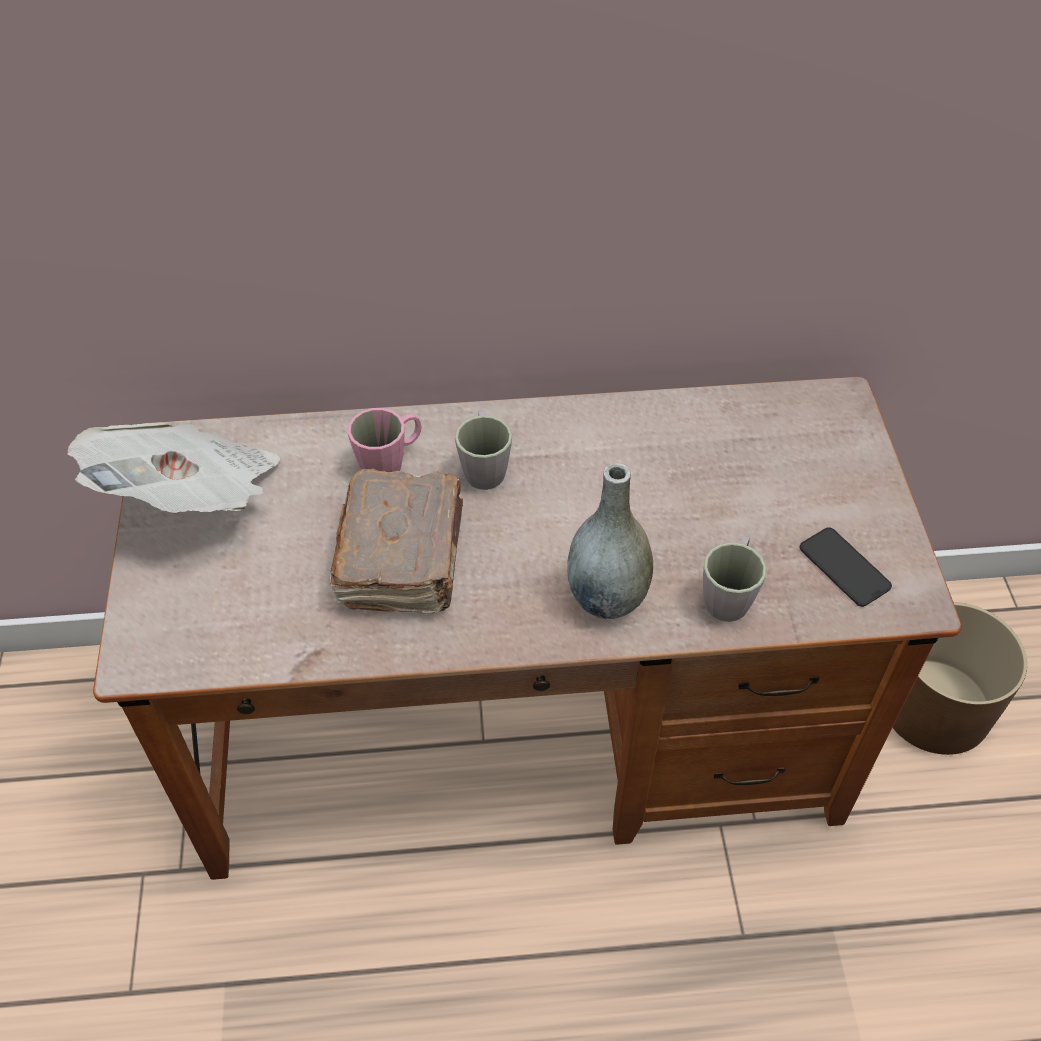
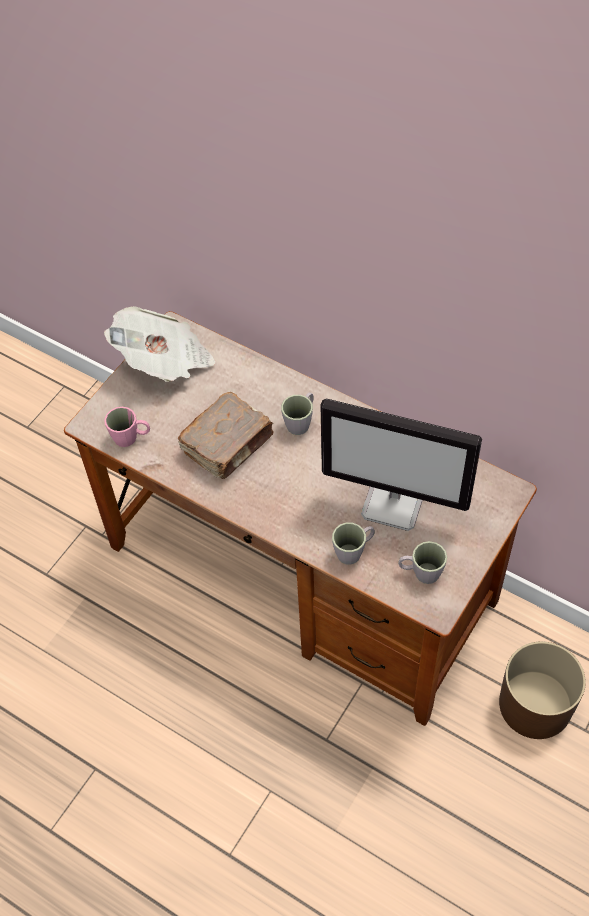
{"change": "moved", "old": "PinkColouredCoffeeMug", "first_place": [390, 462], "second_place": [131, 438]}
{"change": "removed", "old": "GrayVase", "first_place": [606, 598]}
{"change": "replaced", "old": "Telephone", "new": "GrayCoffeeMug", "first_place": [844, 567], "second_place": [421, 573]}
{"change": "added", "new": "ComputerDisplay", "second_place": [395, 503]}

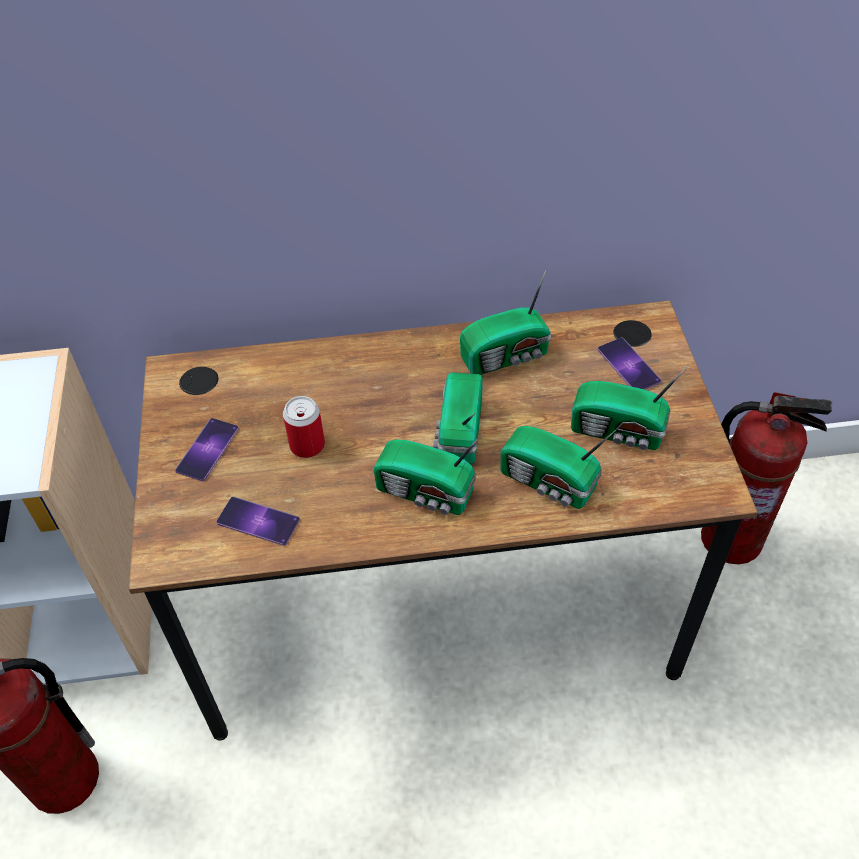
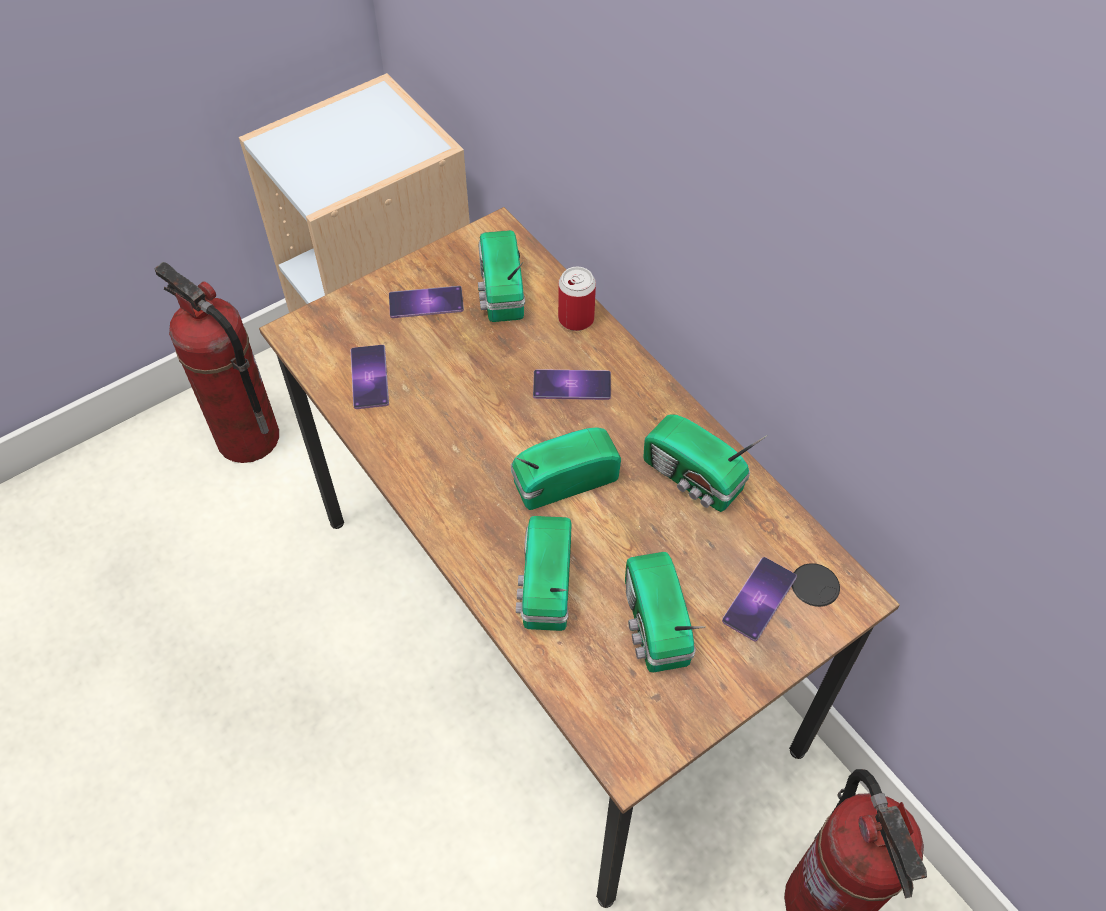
{"change": "moved", "old": "MetalCan", "first_place": [307, 445], "second_place": [576, 318]}
{"change": "moved", "old": "RadioSet", "first_place": [426, 493], "second_place": [500, 292]}
{"change": "added", "new": "Telephone", "second_place": [572, 385]}

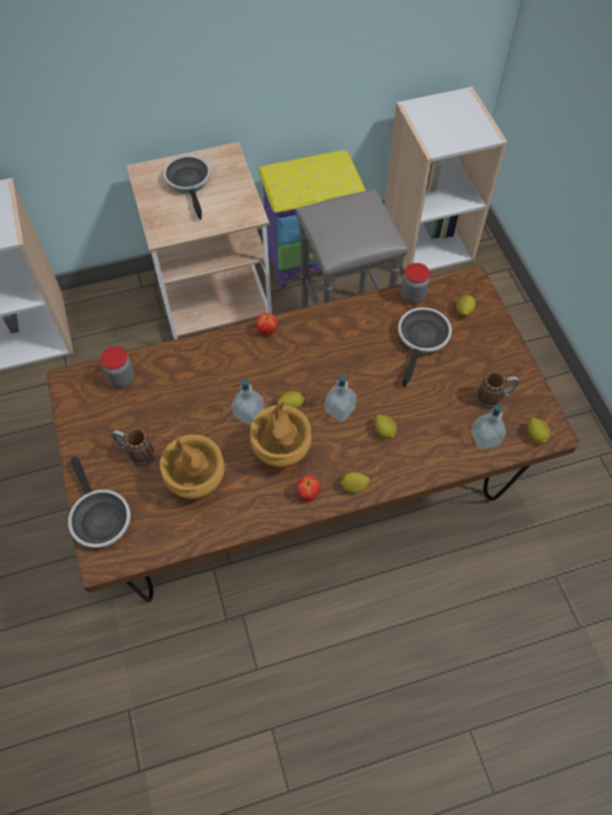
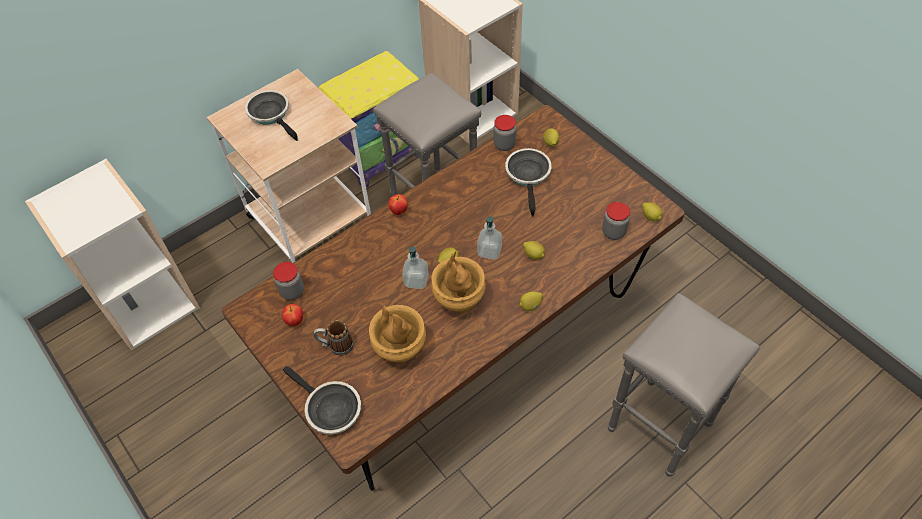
{"change": "moved", "old": "Apple", "first_place": [308, 494], "second_place": [295, 321]}
{"change": "replaced", "old": "SoapBottle", "new": "StorageJar", "first_place": [485, 438], "second_place": [613, 232]}
{"change": "removed", "old": "CoffeeMug", "first_place": [493, 398]}
{"change": "added", "new": "GrayStool", "second_place": [660, 428]}

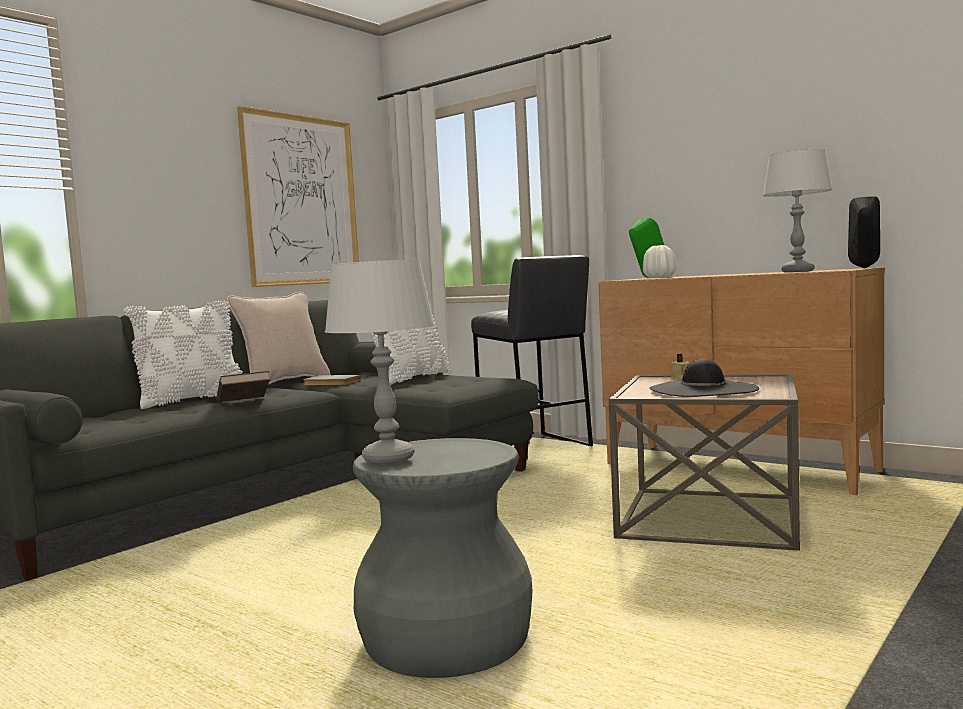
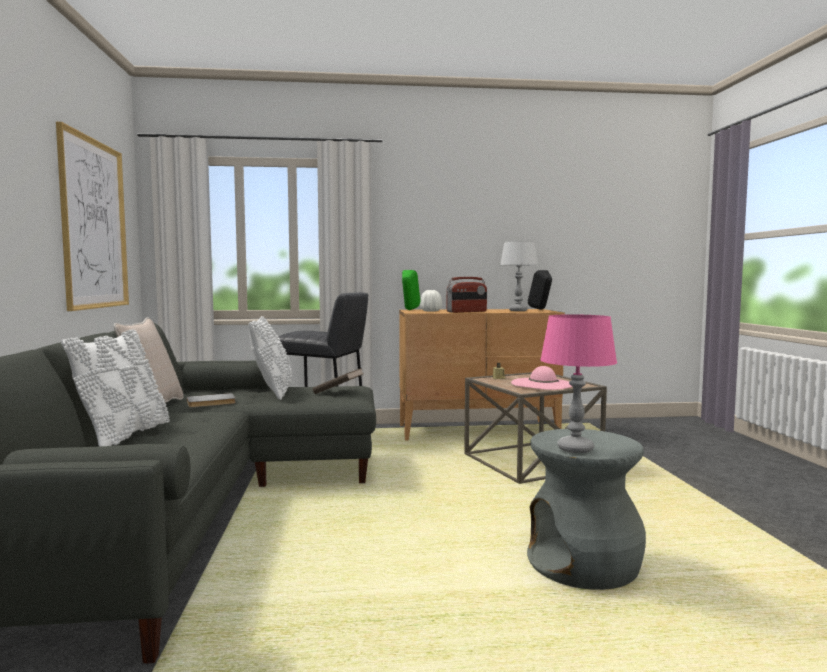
{"change": "moved", "old": "BrownishBook", "first_place": [243, 402], "second_place": [338, 392]}
{"change": "recoloured", "old": "GrayTabletopLamp", "new": "PinkColouredTabletopLamp", "first_place": [388, 458], "second_place": [575, 449]}
{"change": "recoloured", "old": "BlackClothingHat", "new": "PinkColouredClothingHat", "first_place": [703, 389], "second_place": [542, 384]}
{"change": "added", "new": "RadioSet", "second_place": [467, 312]}

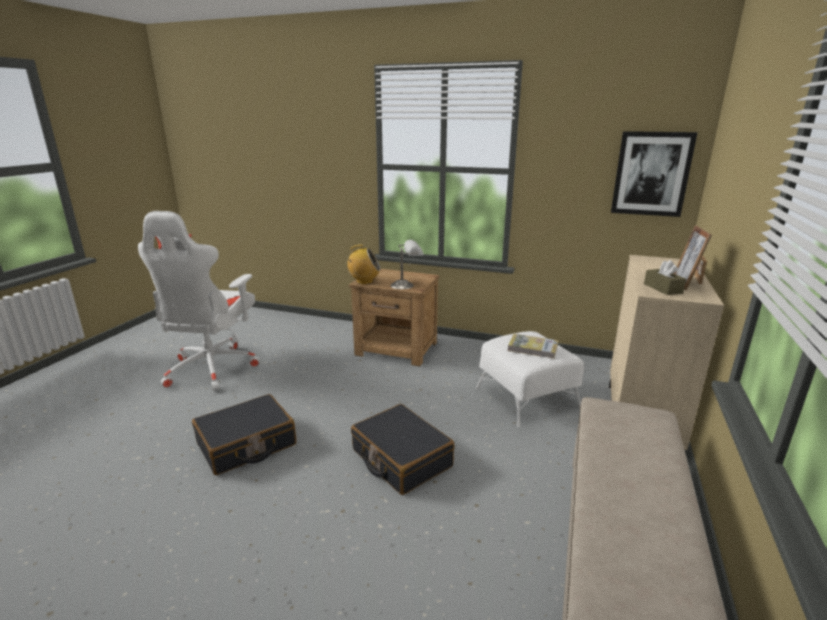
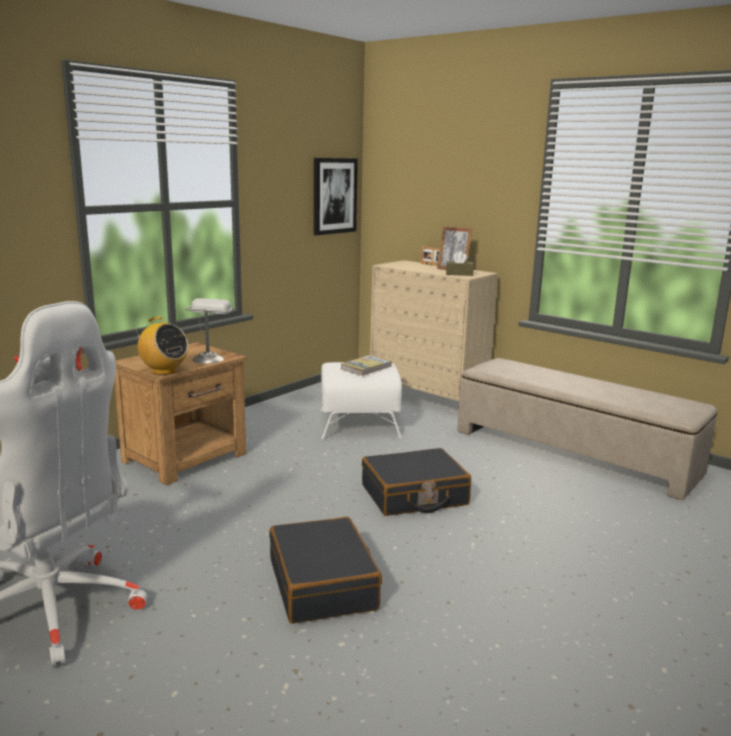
{"change": "turned", "old": "RadioSet", "first_place": [364, 282], "second_place": [164, 371], "degrees": 105}

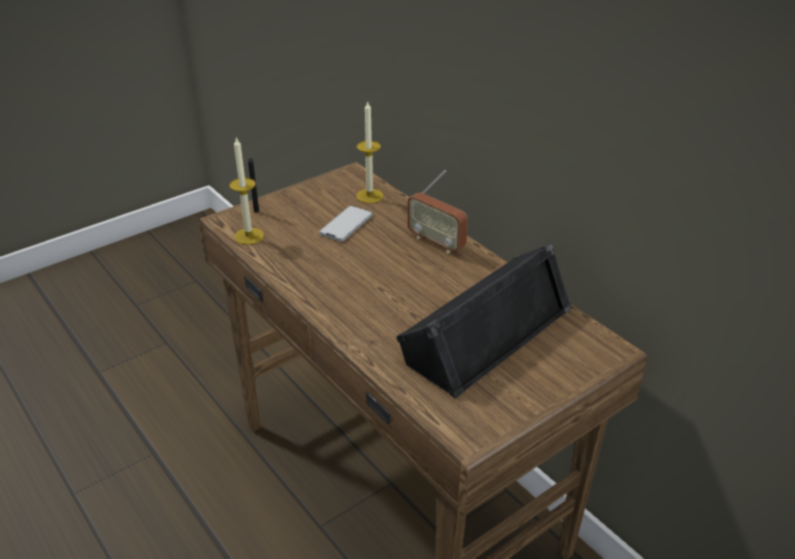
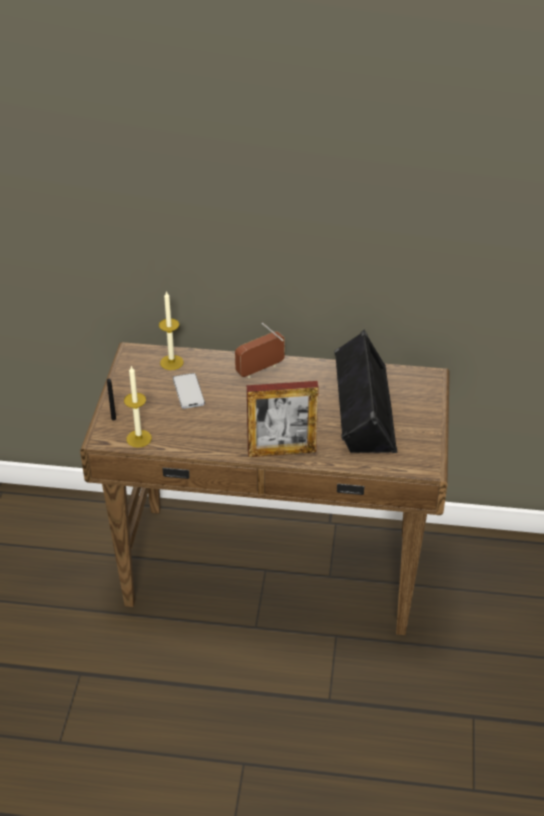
{"change": "turned", "old": "RadioSet", "first_place": [436, 242], "second_place": [260, 370], "degrees": 150}
{"change": "added", "new": "StandingFrame", "second_place": [282, 451]}

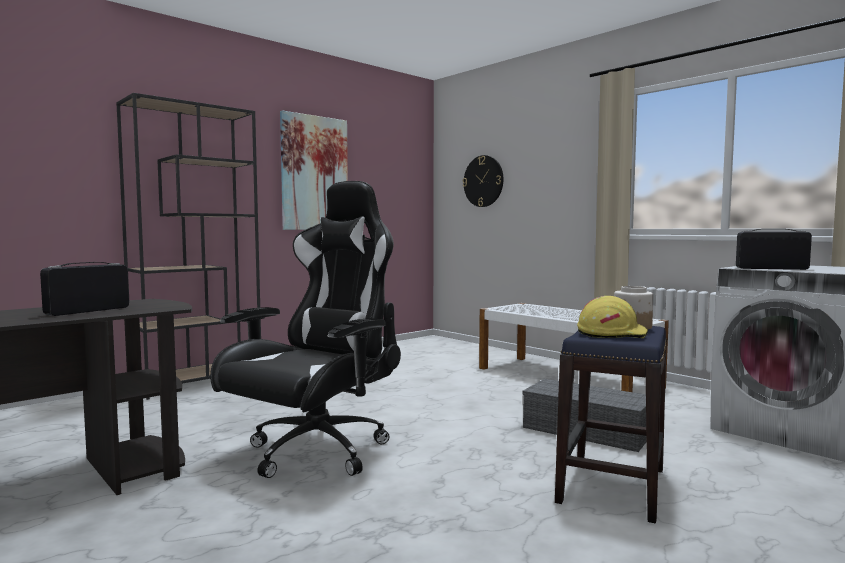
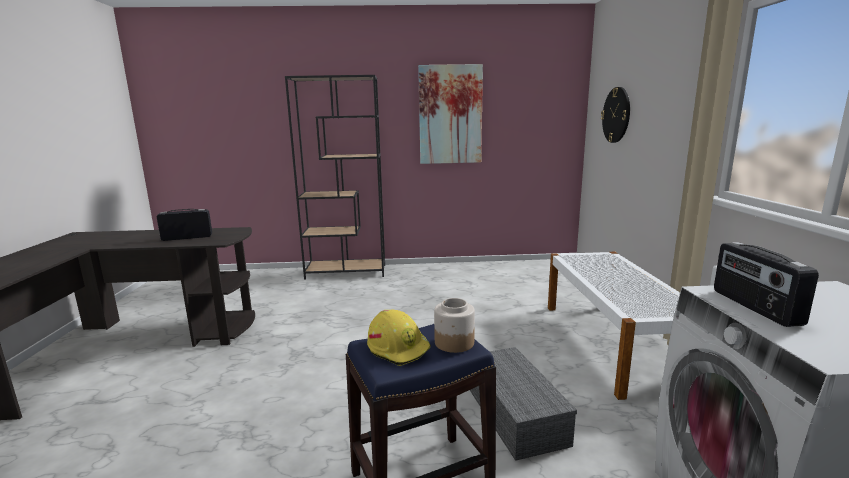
{"change": "removed", "old": "BlackComputerChair", "first_place": [312, 455]}
{"change": "turned", "old": "RadioSet", "first_place": [771, 268], "second_place": [754, 307], "degrees": -150}

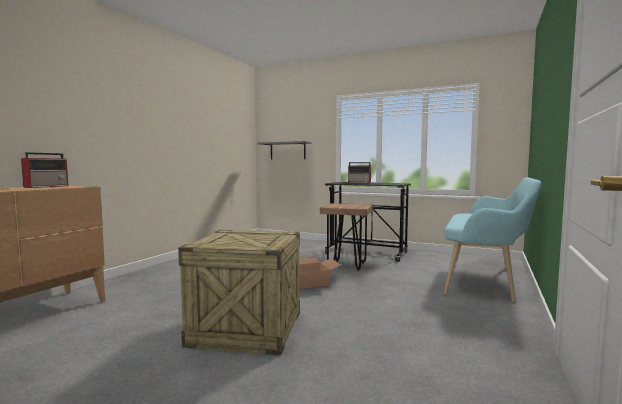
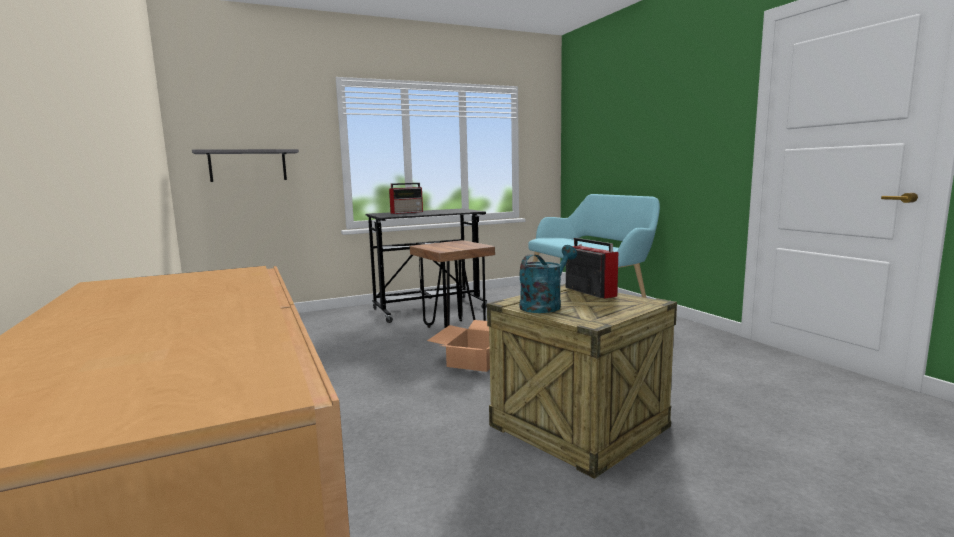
{"change": "moved", "old": "RadioSet", "first_place": [47, 186], "second_place": [589, 291]}
{"change": "added", "new": "TurquoiseWateringCan", "second_place": [544, 305]}

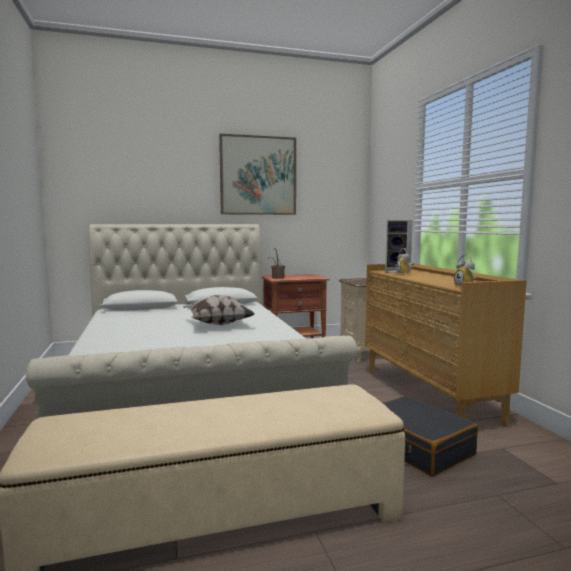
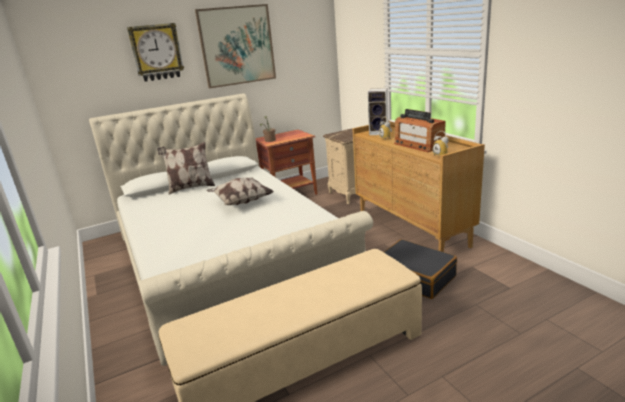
{"change": "added", "new": "ClockOnTheWall", "second_place": [156, 52]}
{"change": "added", "new": "ThrowPillow", "second_place": [190, 188]}
{"change": "added", "new": "RadioSet", "second_place": [418, 145]}

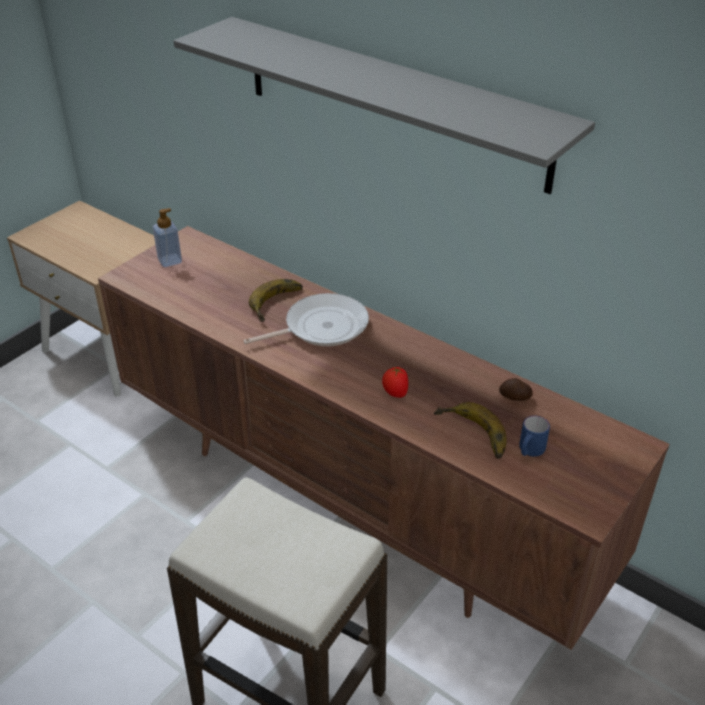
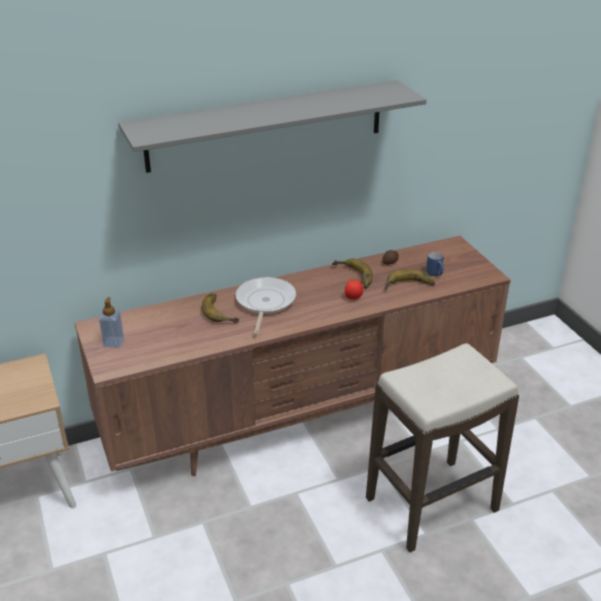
{"change": "added", "new": "WholeBanana", "second_place": [352, 277]}

